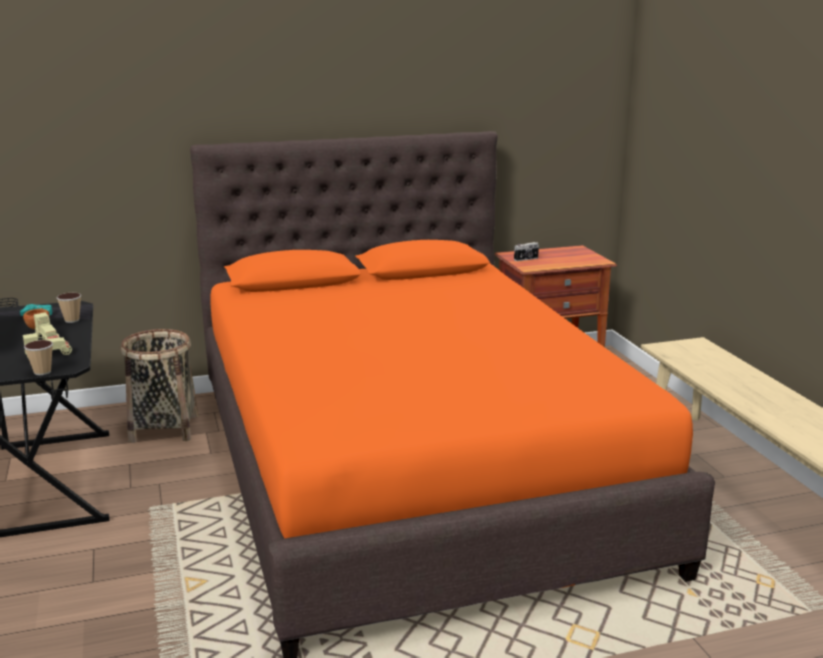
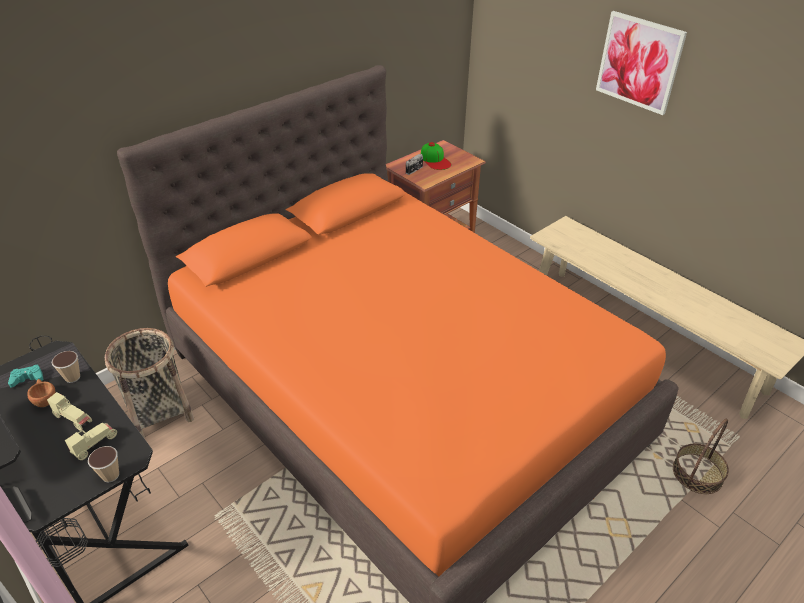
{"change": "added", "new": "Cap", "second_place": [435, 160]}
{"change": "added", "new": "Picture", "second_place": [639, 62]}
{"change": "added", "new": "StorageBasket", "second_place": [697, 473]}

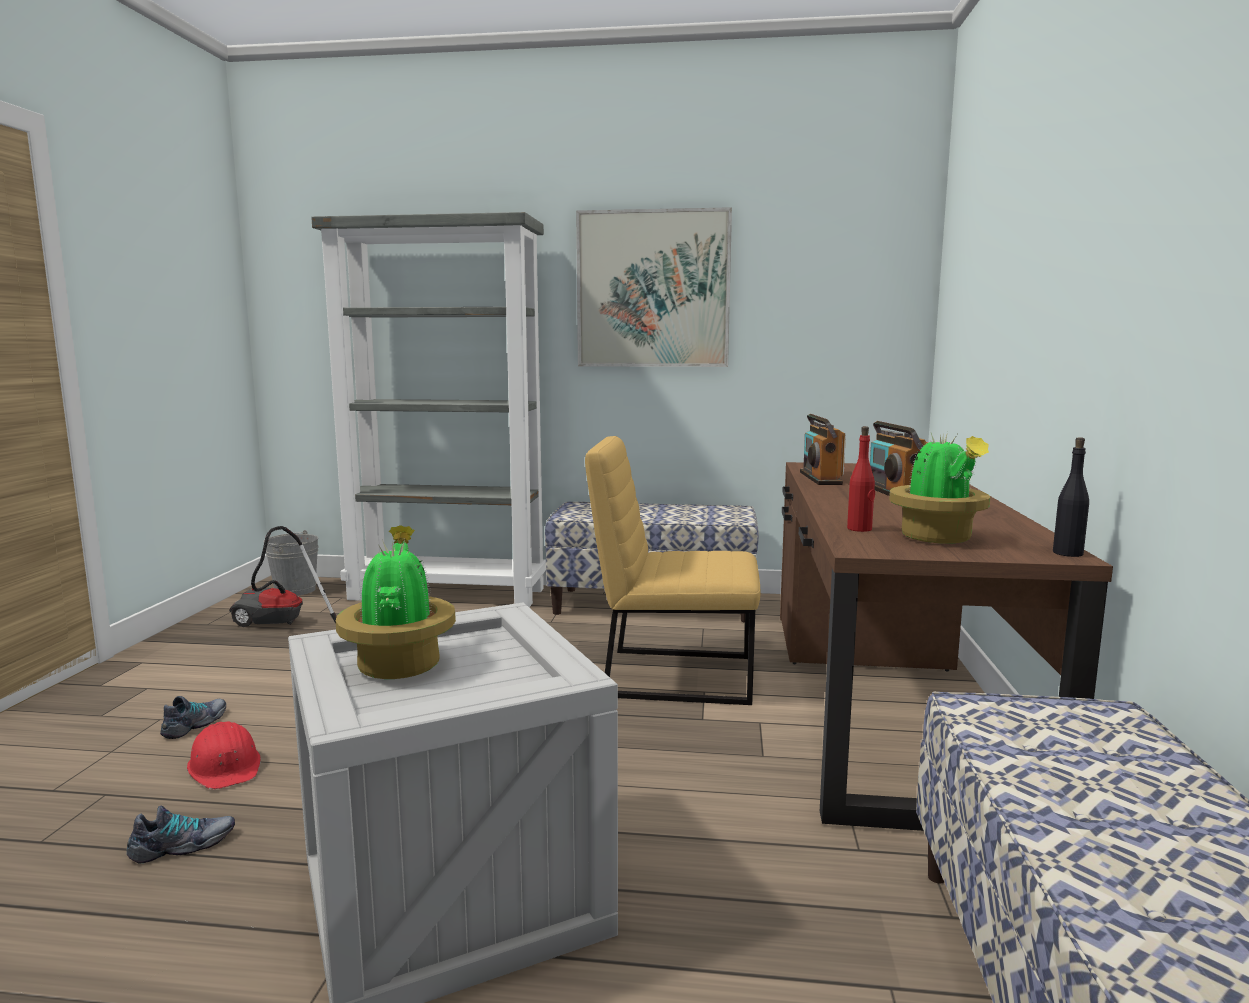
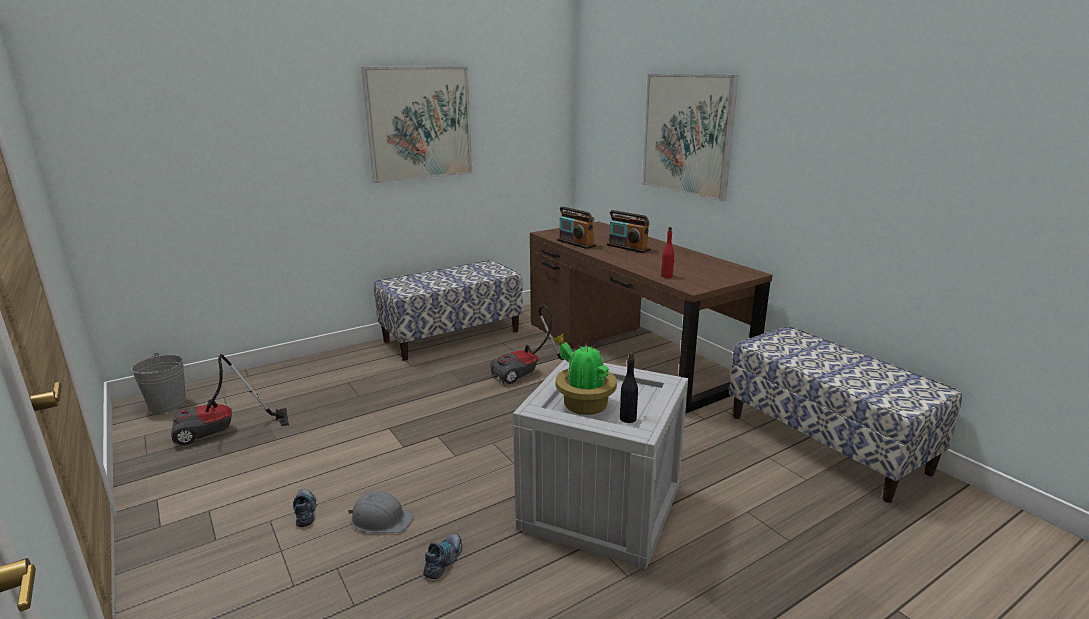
{"change": "recoloured", "old": "RedColouredSafetyHelmet", "new": "GraySafetyHelmet", "first_place": [225, 766], "second_place": [381, 519]}
{"change": "removed", "old": "GrayBookcase", "first_place": [449, 593]}
{"change": "replaced", "old": "YellowishUprightChair", "new": "Vacuum", "first_place": [673, 675], "second_place": [529, 373]}
{"change": "removed", "old": "PlantInAPot", "first_place": [937, 539]}
{"change": "moved", "old": "BlackDrinkBottle", "first_place": [1067, 553], "second_place": [627, 418]}
{"change": "added", "new": "Picture", "second_place": [687, 135]}

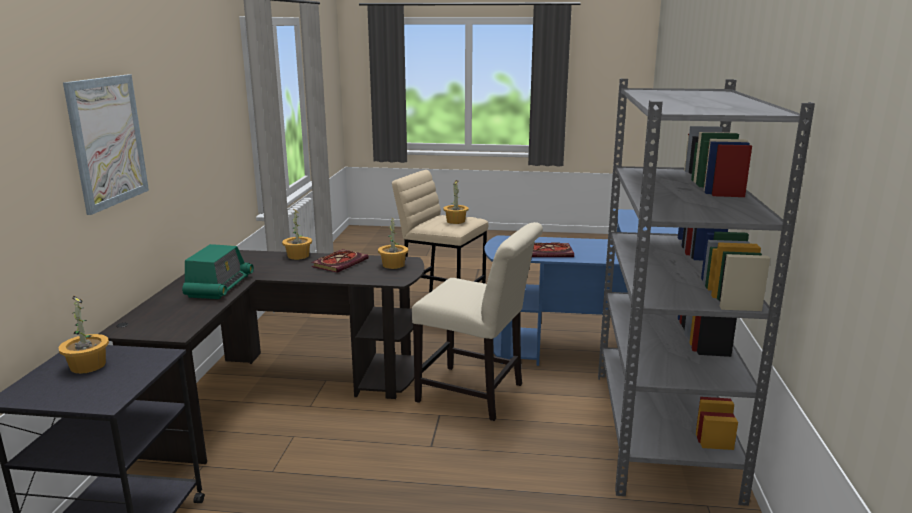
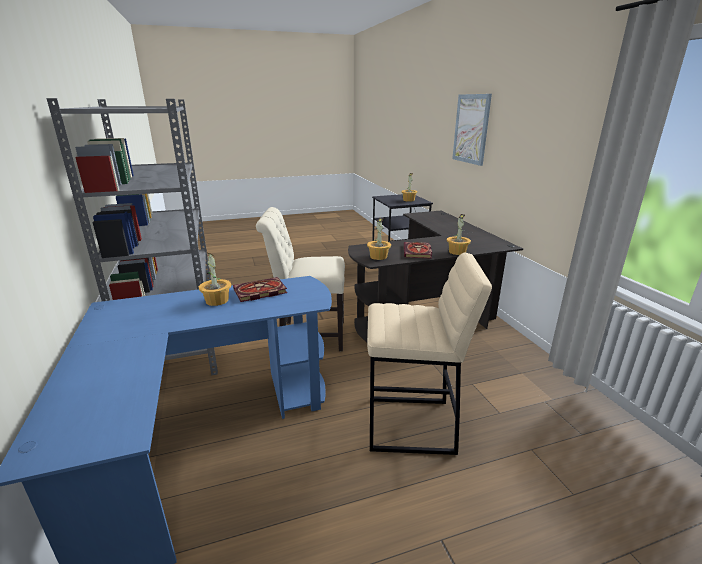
{"change": "removed", "old": "RadioSet", "first_place": [219, 286]}
{"change": "moved", "old": "PlantInAPot", "first_place": [456, 221], "second_place": [216, 301]}

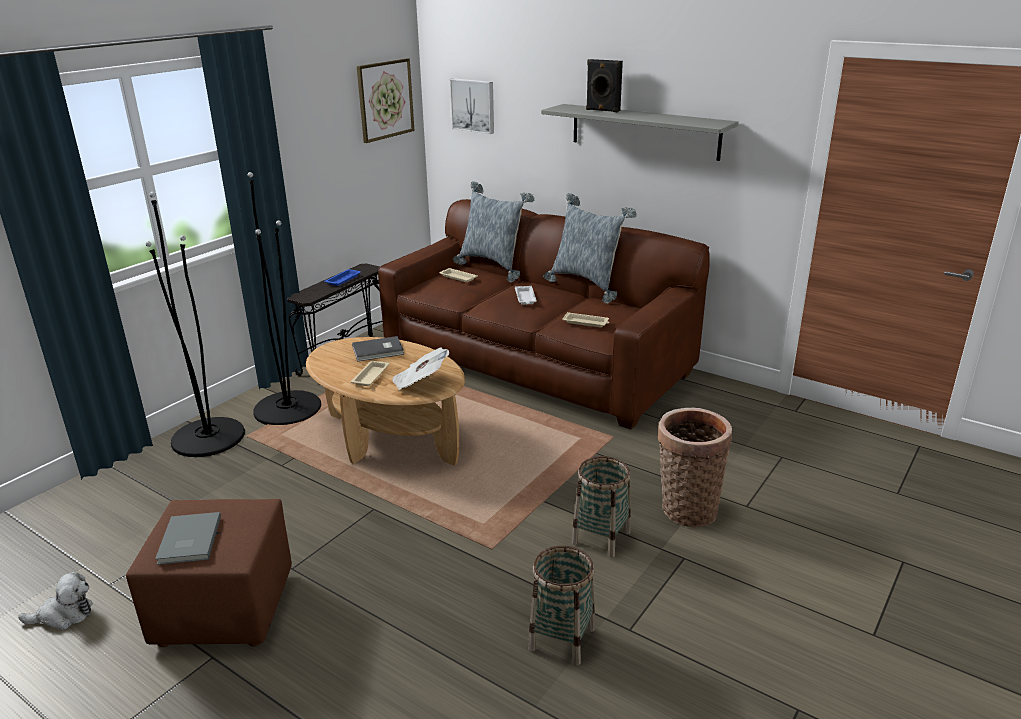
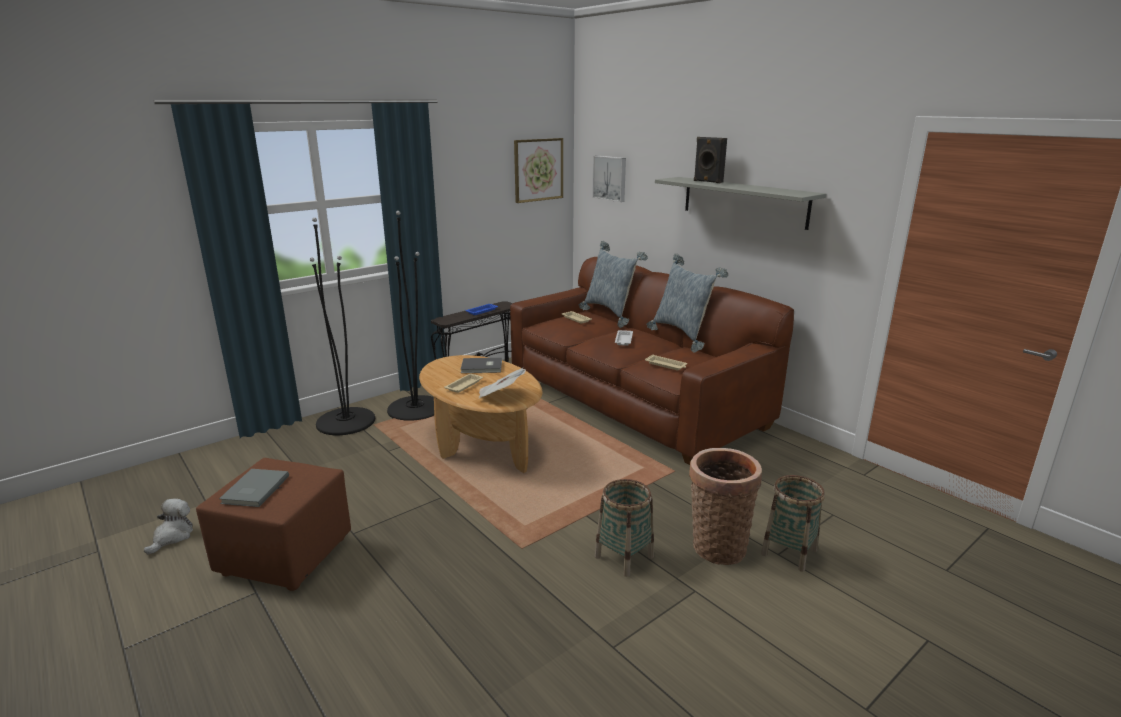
{"change": "turned", "old": "PlushToy", "first_place": [64, 615], "second_place": [172, 537], "degrees": -75}
{"change": "moved", "old": "StorageBasket", "first_place": [561, 638], "second_place": [789, 552]}

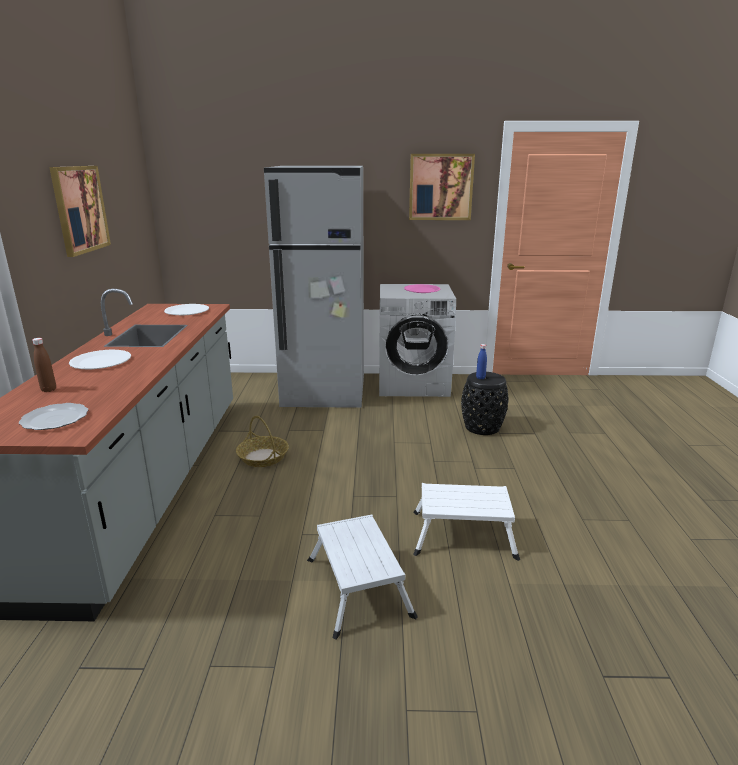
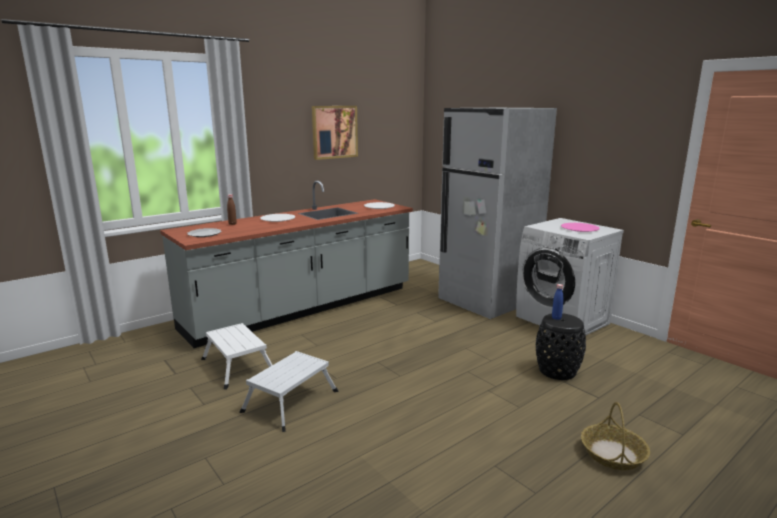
{"change": "moved", "old": "StorageBasket", "first_place": [262, 457], "second_place": [612, 454]}
{"change": "removed", "old": "Picture", "first_place": [440, 187]}
{"change": "moved", "old": "WhiteStepladder", "first_place": [464, 534], "second_place": [238, 366]}

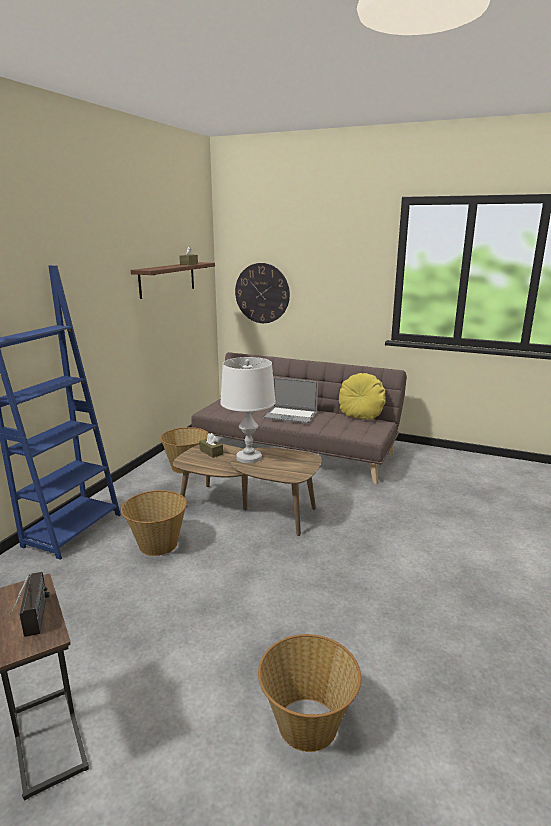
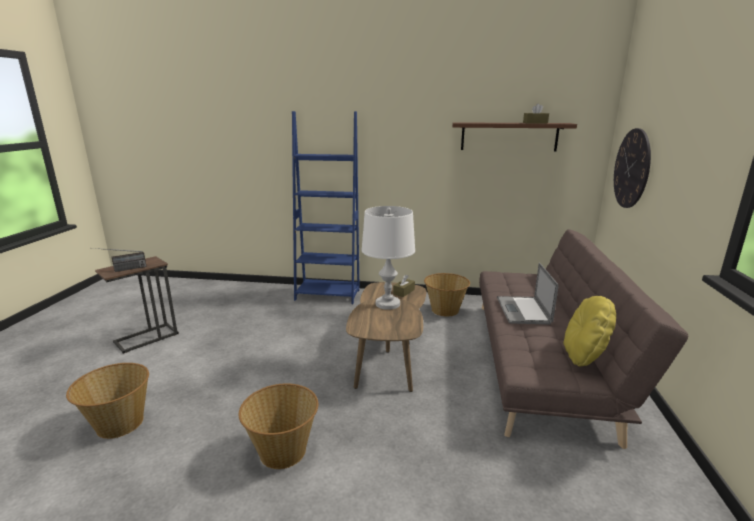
{"change": "moved", "old": "StorageBasket", "first_place": [157, 544], "second_place": [283, 450]}

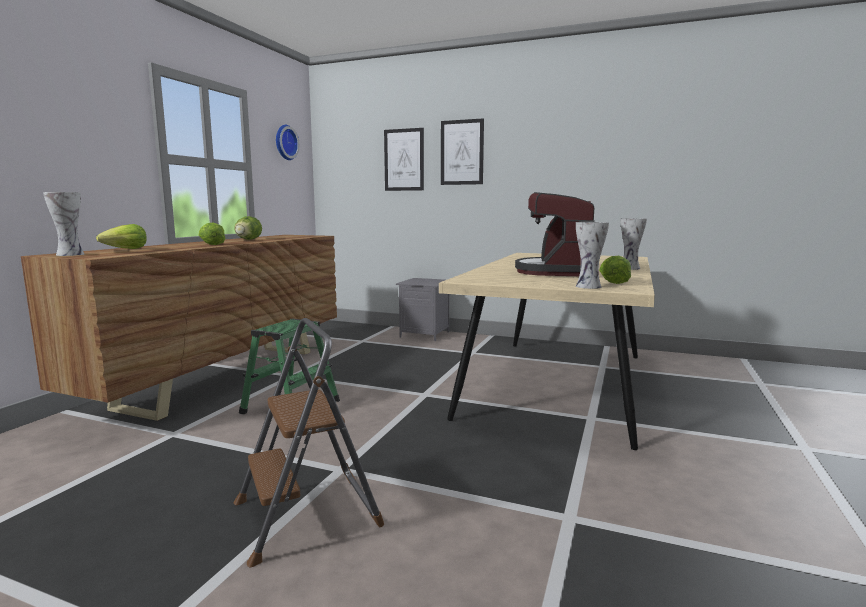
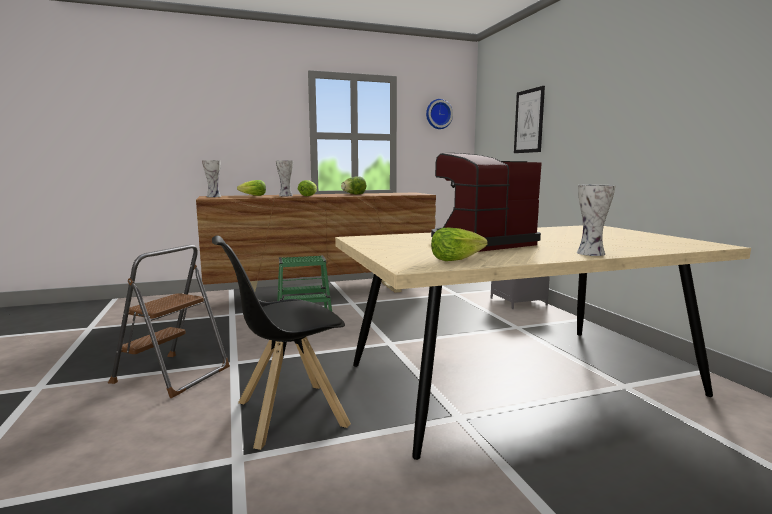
{"change": "removed", "old": "Picture", "first_place": [462, 152]}
{"change": "moved", "old": "Vase", "first_place": [589, 286], "second_place": [285, 196]}
{"change": "added", "new": "BlackUprightChair", "second_place": [287, 414]}

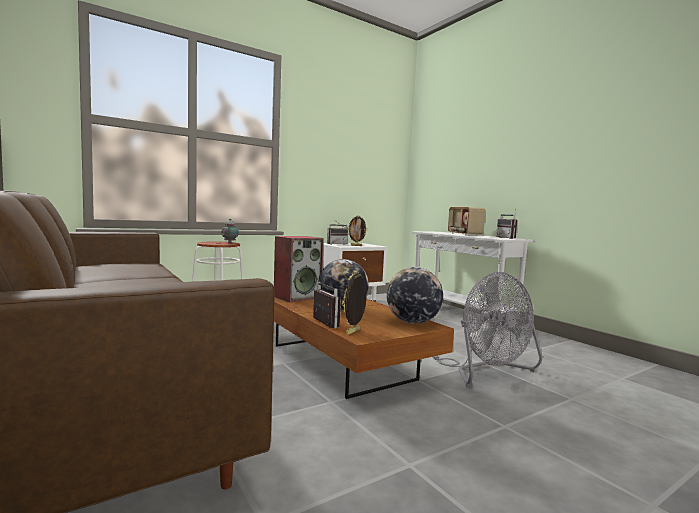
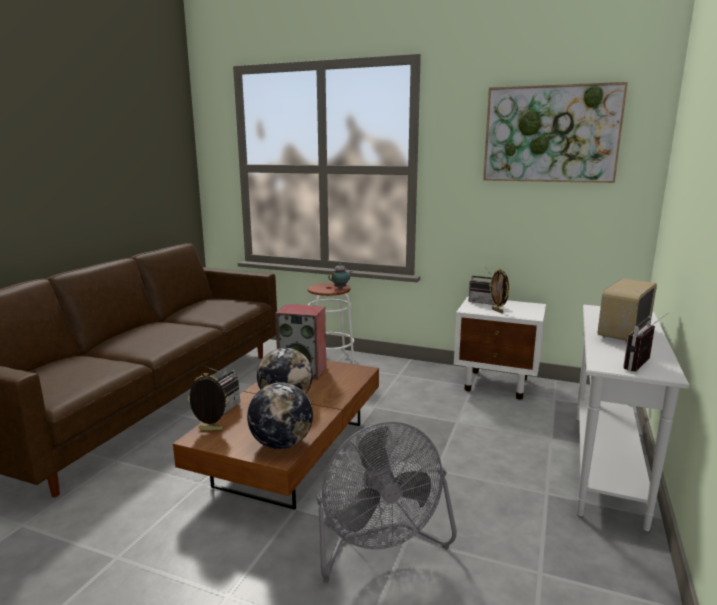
{"change": "turned", "old": "GrayCoolingFan", "first_place": [484, 372], "second_place": [374, 546], "degrees": -45}
{"change": "added", "new": "Picture", "second_place": [550, 134]}

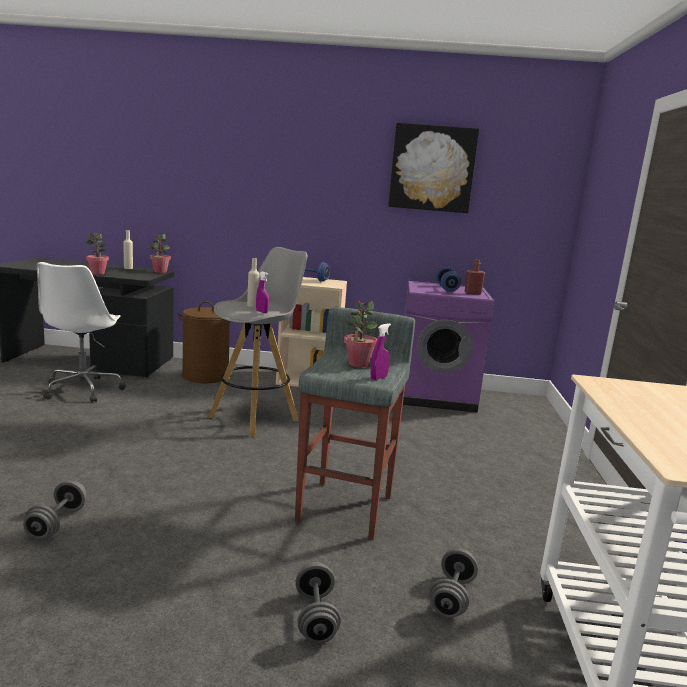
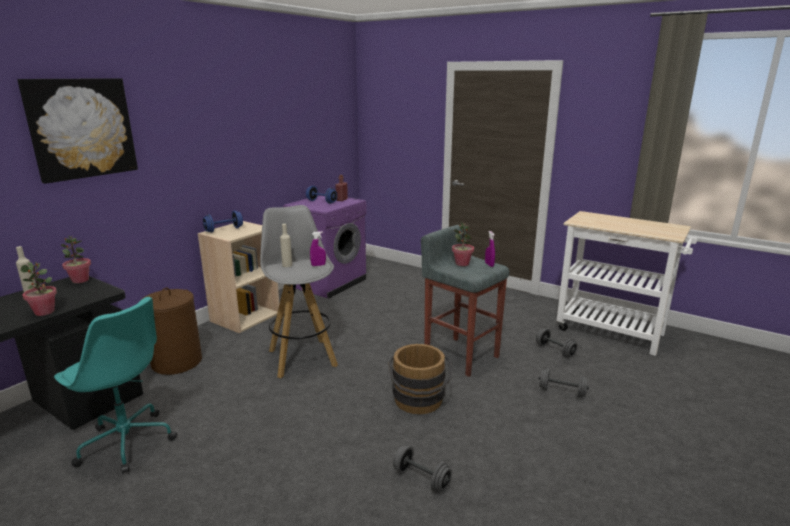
{"change": "recoloured", "old": "WhiteComputerChair", "new": "TurquoiseComputerChair", "first_place": [82, 391], "second_place": [129, 444]}
{"change": "moved", "old": "Picture", "first_place": [432, 168], "second_place": [81, 128]}
{"change": "added", "new": "BrownishPail", "second_place": [419, 403]}

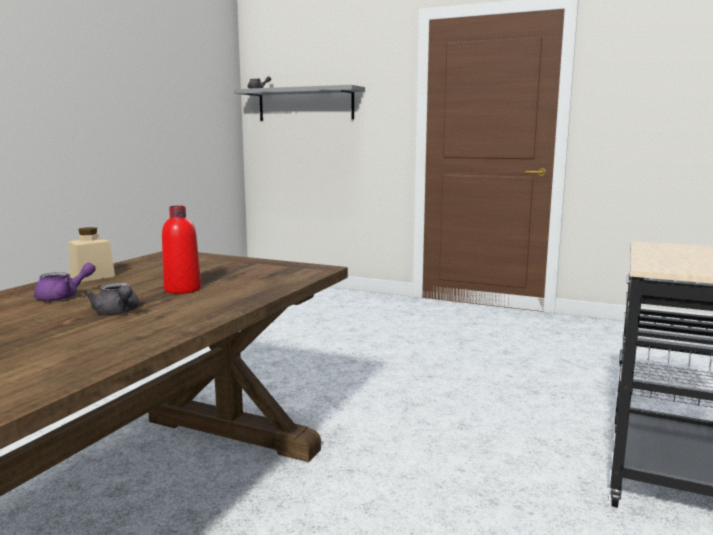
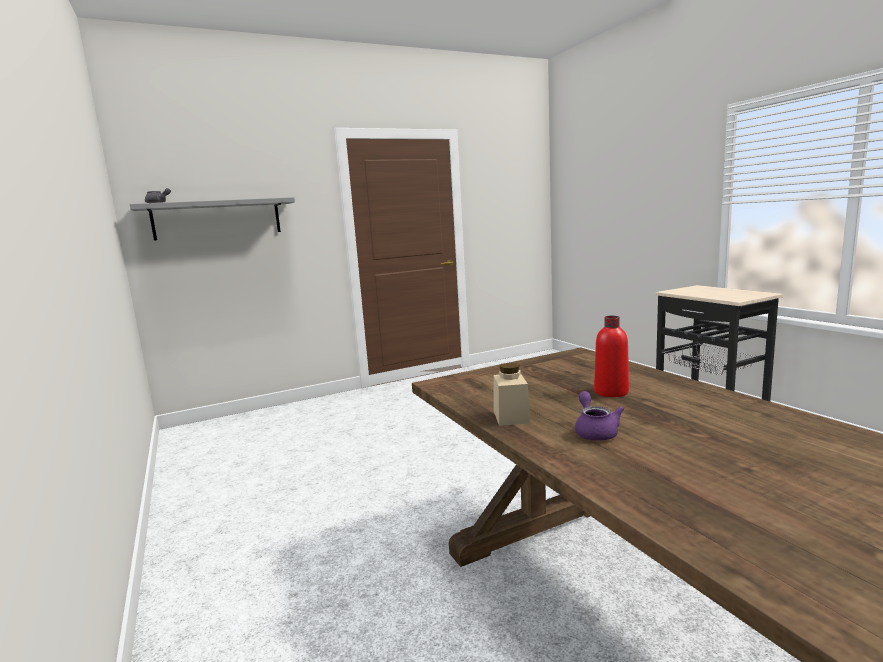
{"change": "removed", "old": "GrayPotForTea", "first_place": [118, 312]}

